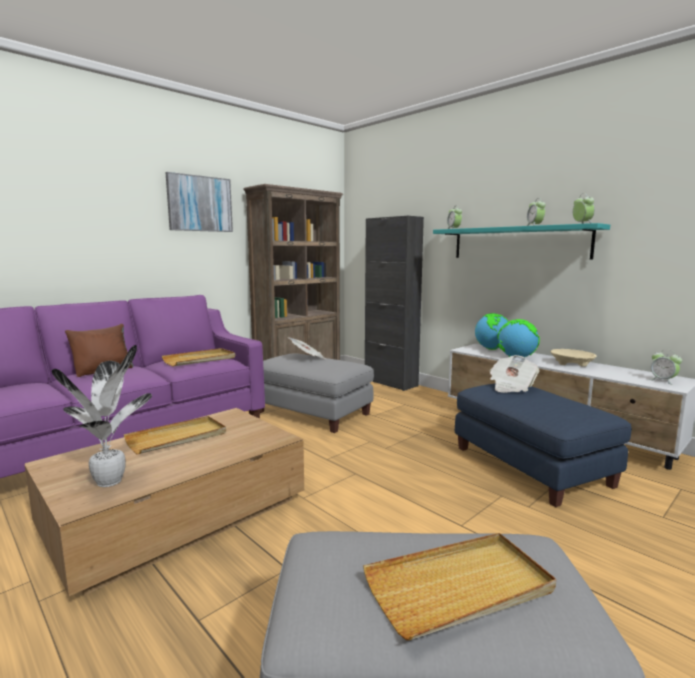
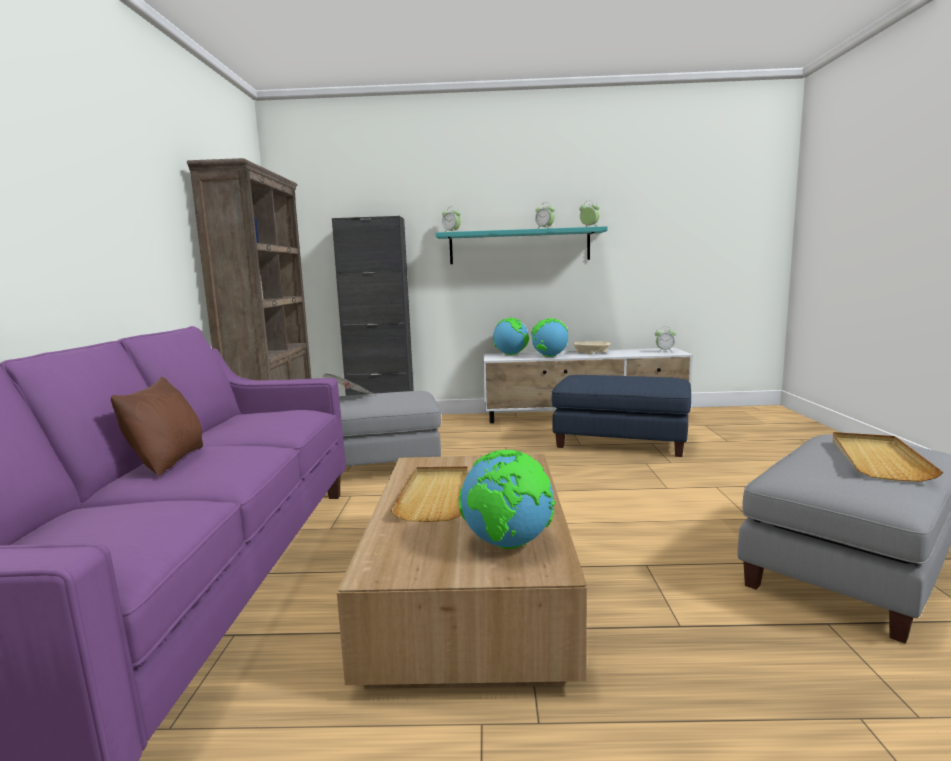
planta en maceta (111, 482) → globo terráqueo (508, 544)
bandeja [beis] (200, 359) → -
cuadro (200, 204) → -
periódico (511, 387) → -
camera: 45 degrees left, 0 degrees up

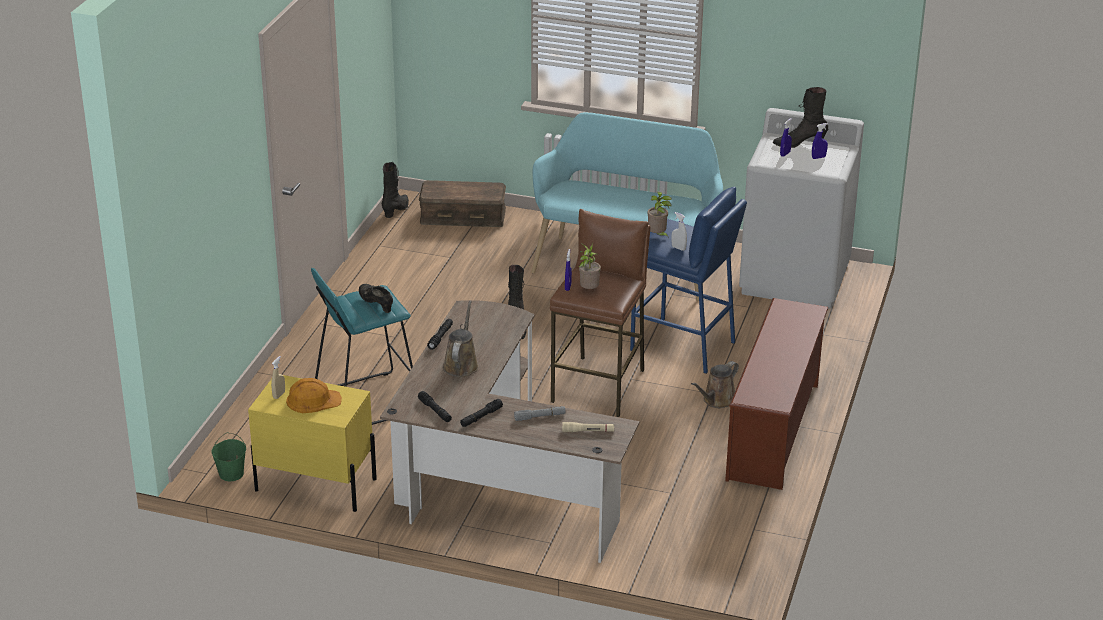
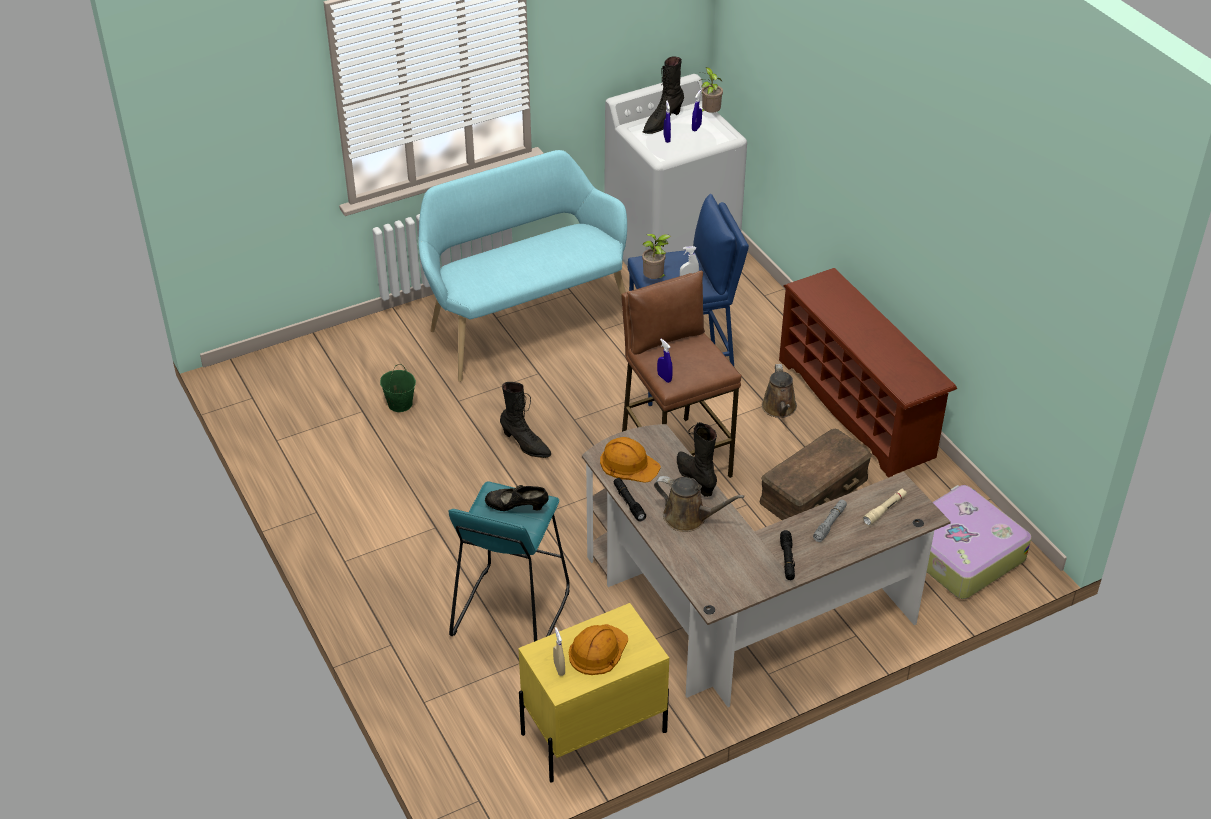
cubo [verde] (231, 474) → cubo [verde] (399, 404), moved
bota [negro] (396, 210) → bota [negro] (695, 479), moved
linterna [negro] (435, 411) → -
caja de almacenaje [marrón] (463, 215) → caja de almacenaje [marrón] (813, 489), moved
regadera [marrón] (461, 364) → regadera [marrón] (689, 518), 150 degrees clockwise
planta en maceta (588, 290) → planta en maceta (709, 114), moved
- → casco [naranja] (629, 464)
- → maleta (959, 553)
camera: 45 degrees left, 10 degrees up

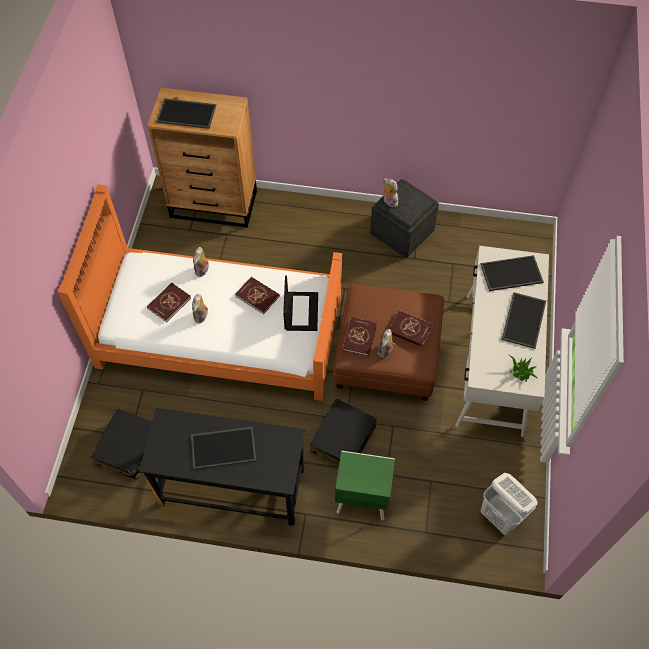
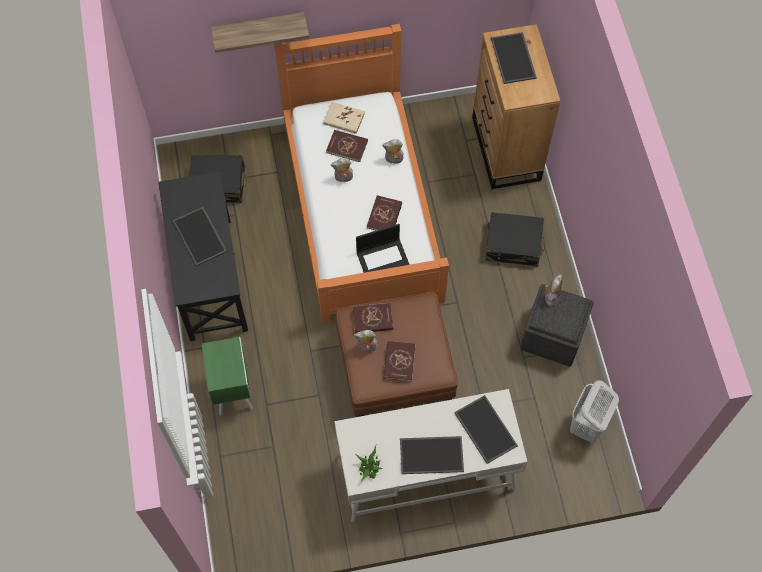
maleta [negro] (343, 439) → maleta [negro] (513, 244), moved
cesto de la ropa [blanco] (500, 517) → cesto de la ropa [blanco] (586, 426), moved
- → estante (259, 28)
- → libro [beis] (344, 119)
camera: 70 degrees right, 5 degrees up

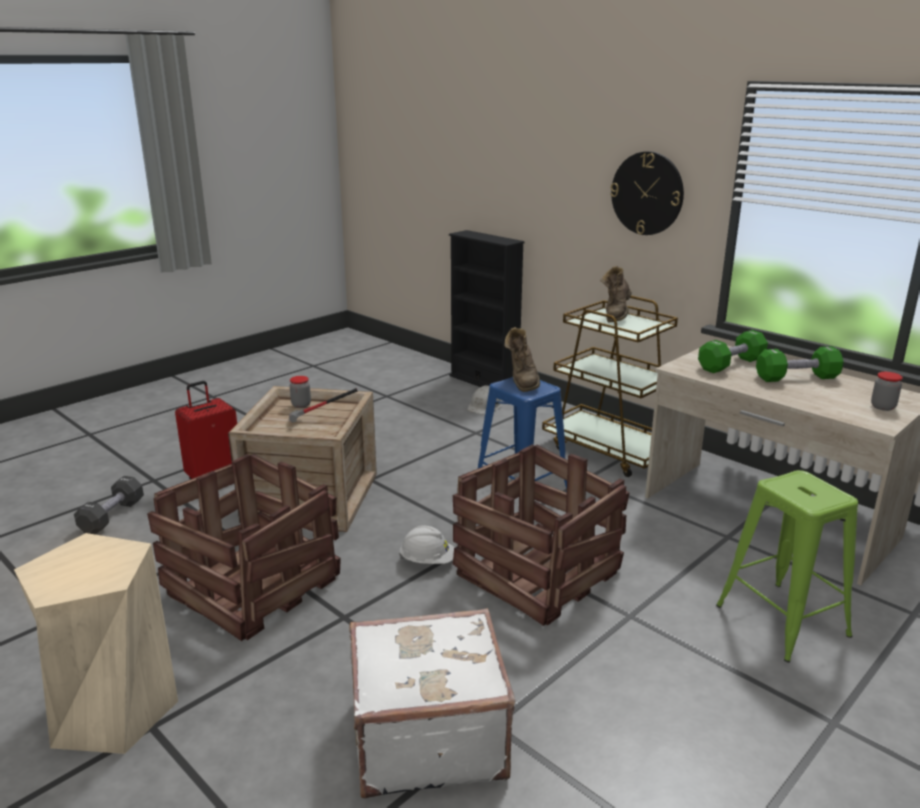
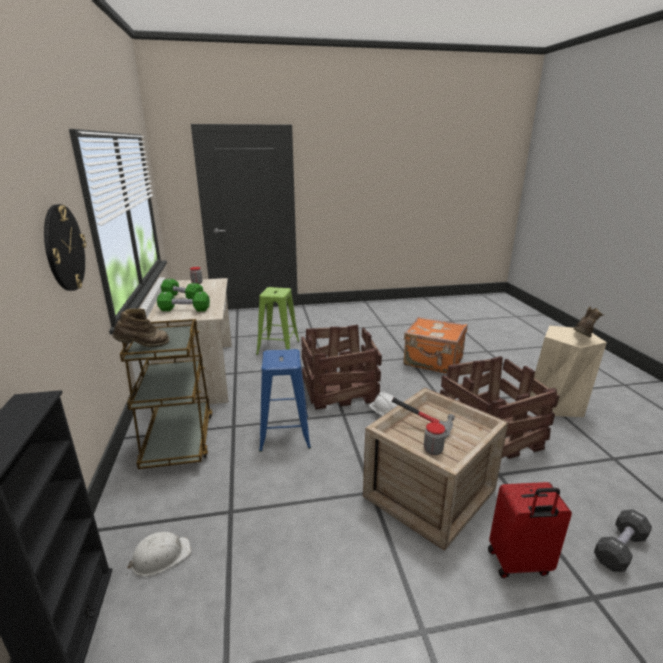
maleta [blanco] (426, 737) → maleta [naranja] (433, 362)
bota [marrón] (522, 382) → bota [marrón] (582, 339), moved
camera: 145 degrees left, 0 degrees up

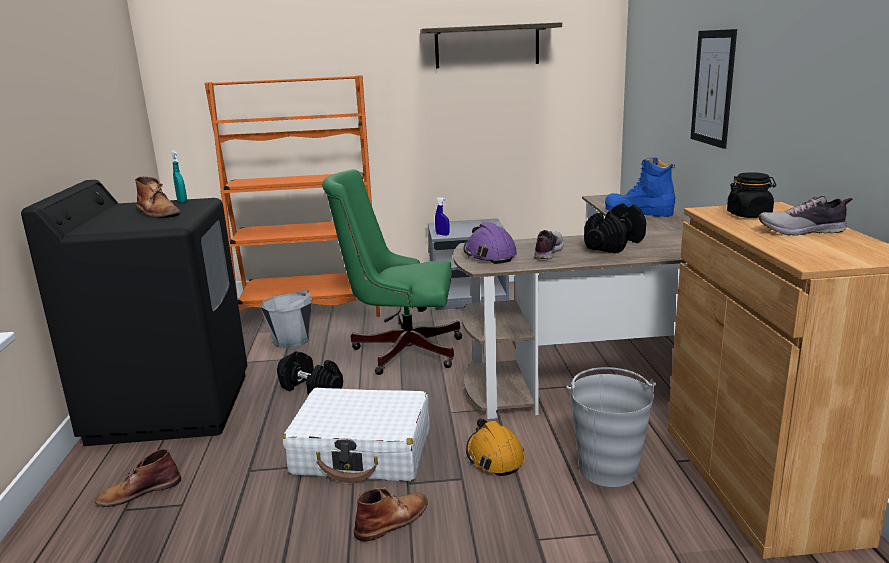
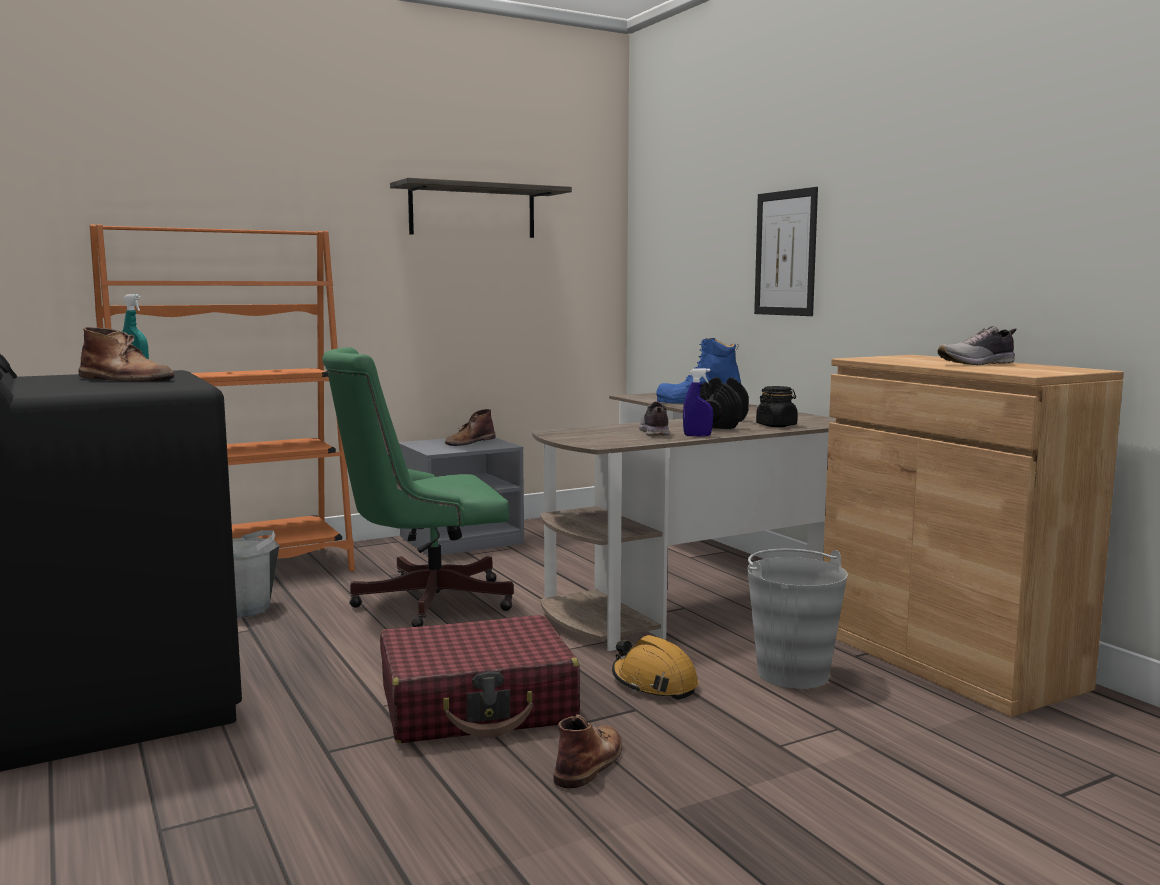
bota [marrón] (139, 491) → bota [marrón] (469, 442), moved
mancuerna [negro] (311, 388) → -
maleta [blanco] (363, 452) → maleta [rojo] (478, 705)
pulverizador [azul] (442, 234) → pulverizador [azul] (697, 436), moved
casco [morado] (489, 255) → -
tarro [negro] (749, 215) → tarro [negro] (776, 425), moved
camera: 25 degrees left, 10 degrees down

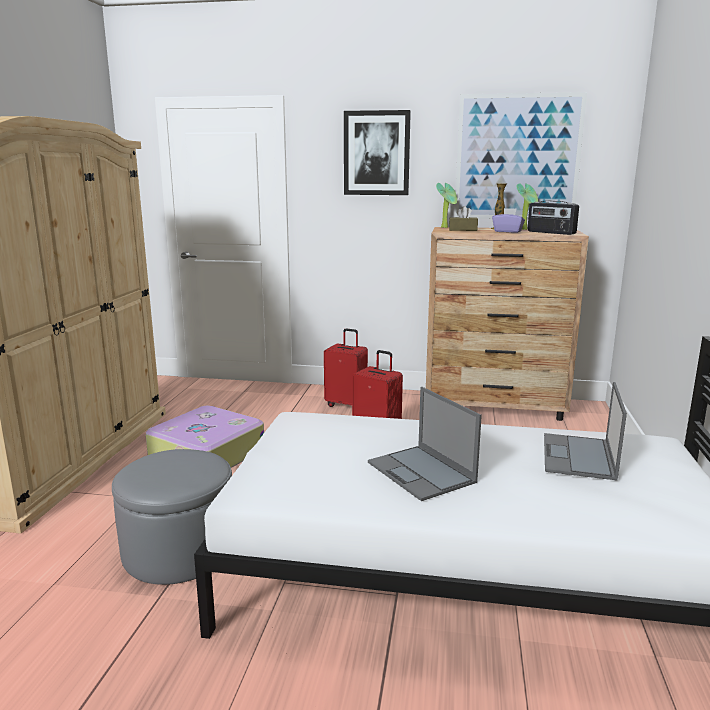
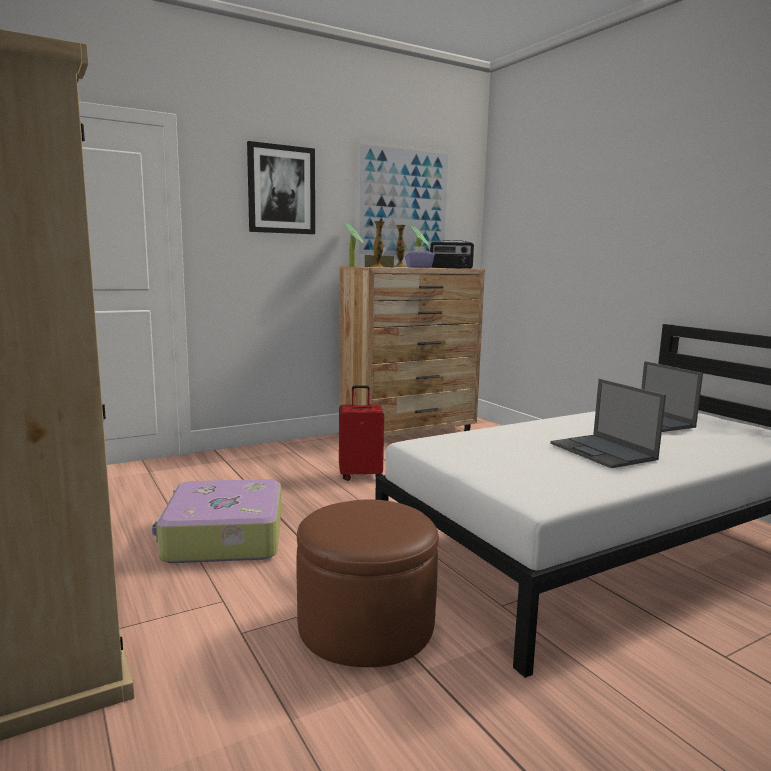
puf [gris] (179, 550) → puf [marrón] (366, 625)
maleta [rojo] (347, 404) → -
portátil (422, 473) → portátil (603, 452), 45 degrees clockwise
- → florero (377, 267)
camera: 40 degrees left, 5 degrees down

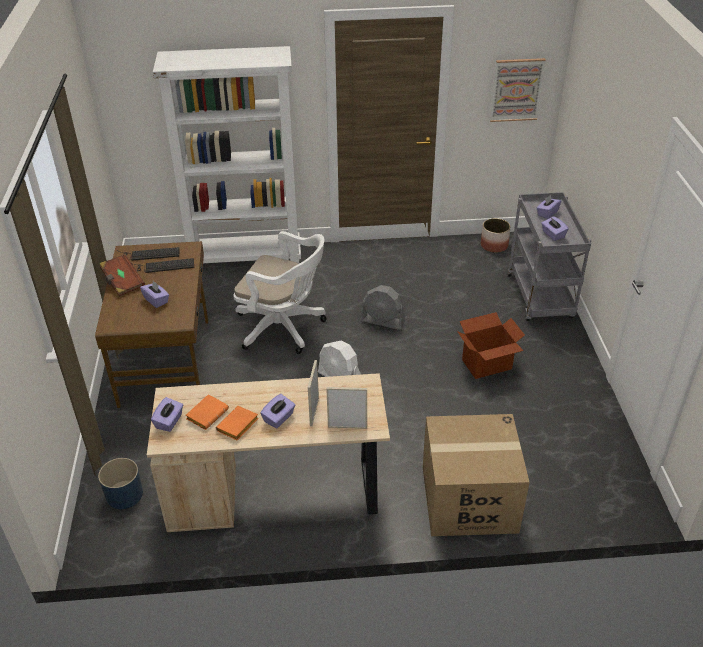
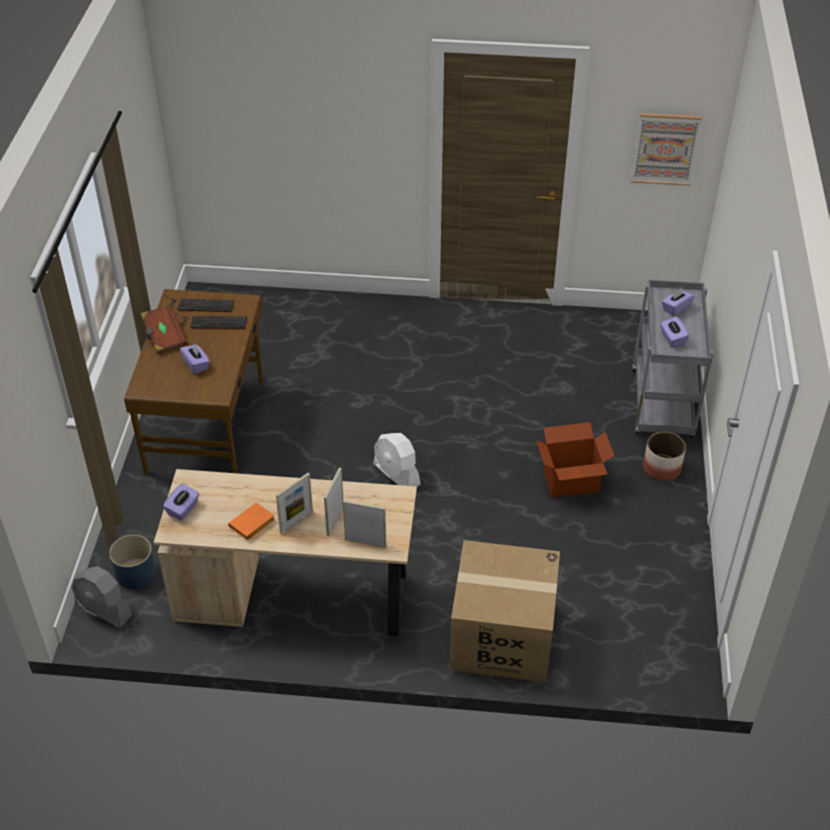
estantería [blanco] (246, 260) → -
libro [naranja] (207, 414) → -
silla de oficina [blanco] (284, 328) → -
caja de pañuelos [morado] (279, 418) → portarretratos (296, 522)
ventilador [gris] (382, 321) → ventilador [gris] (103, 610), moved
maceta (494, 245) → maceta (662, 468), moved
camera: 10 degrees right, 5 degrees up

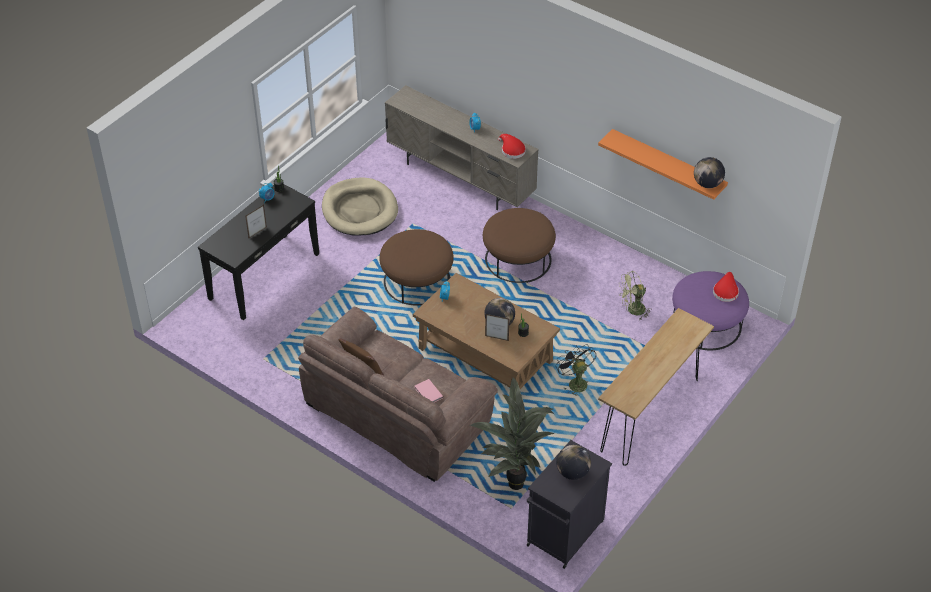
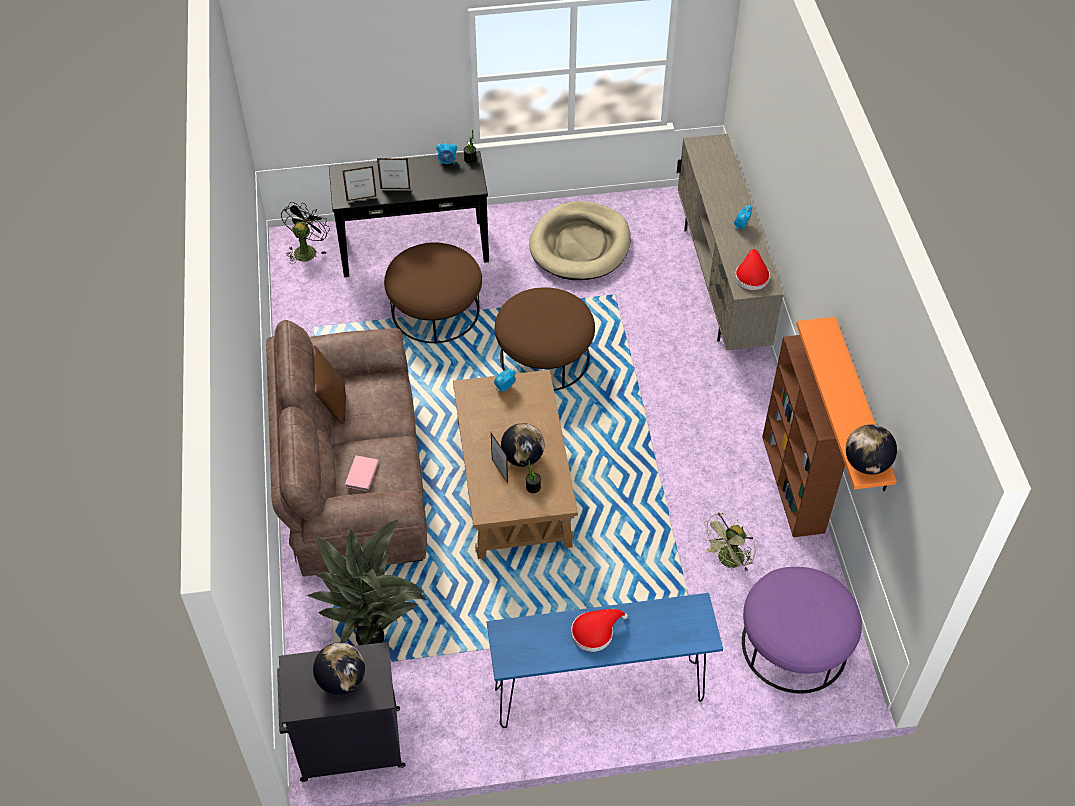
puf [marrón] (518, 259) → puf [marrón] (435, 310), moved
ventilador [negro] (575, 382) → ventilador [negro] (306, 250), moved
mesa consola [marrón] (650, 415) → mesa consola [azul] (599, 694)
ventilador [verde] (632, 310) → ventilador [verde] (728, 561), 75 degrees counterclockwise
sombrero [rojo] (725, 291) → sombrero [rojo] (595, 632), moved
- → portarretratos (361, 198)
- → estantería [marrón] (793, 485)
camera: 45 degrees right, 5 degrees up

